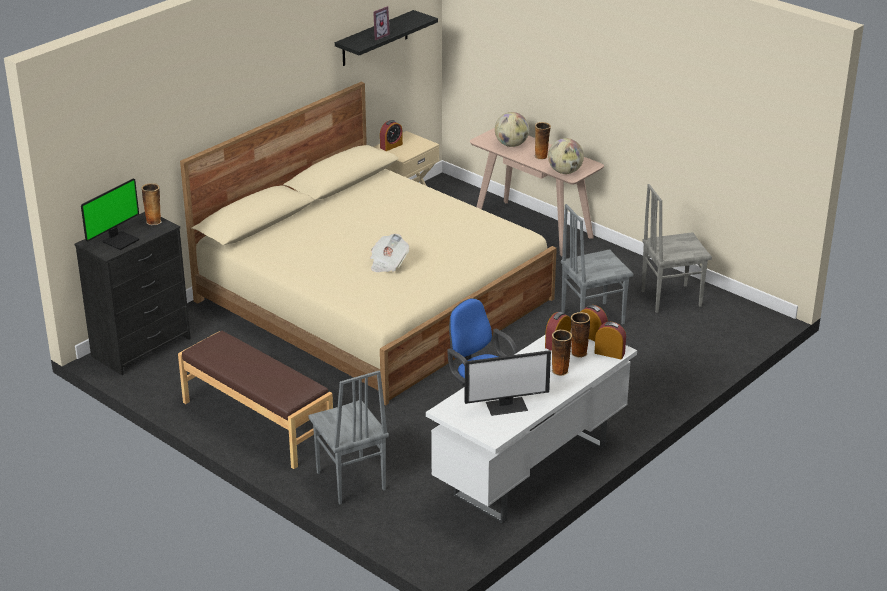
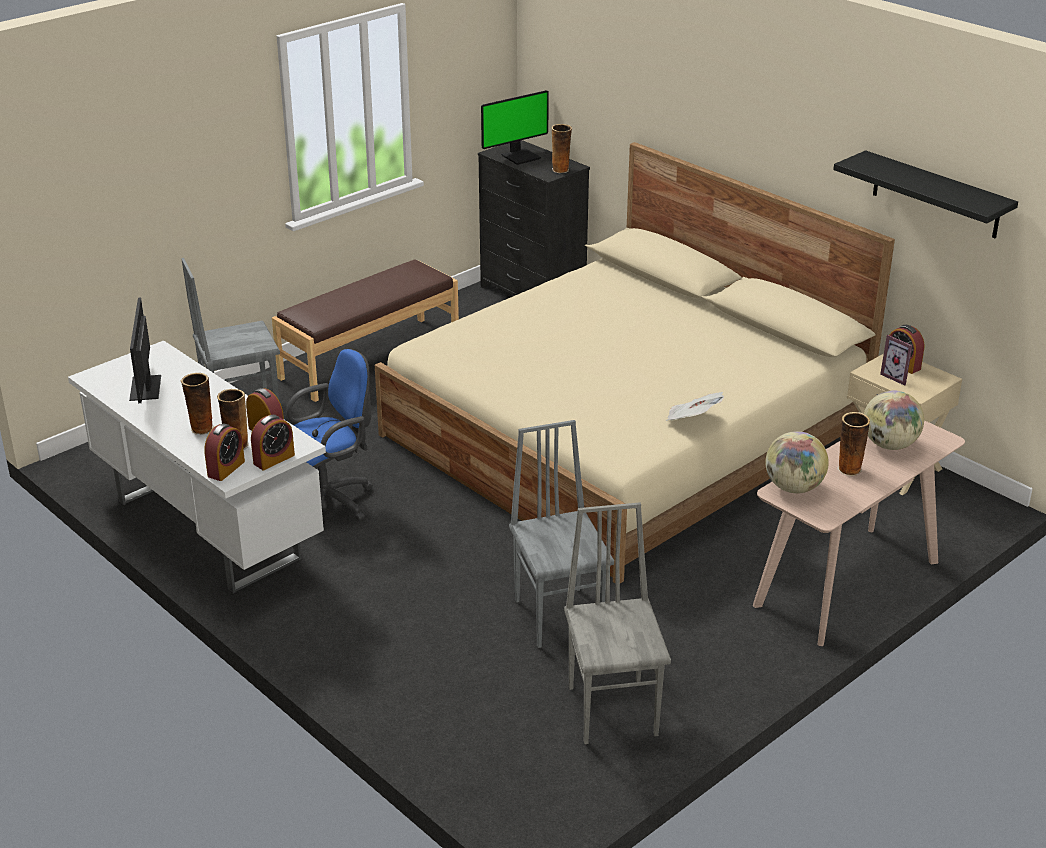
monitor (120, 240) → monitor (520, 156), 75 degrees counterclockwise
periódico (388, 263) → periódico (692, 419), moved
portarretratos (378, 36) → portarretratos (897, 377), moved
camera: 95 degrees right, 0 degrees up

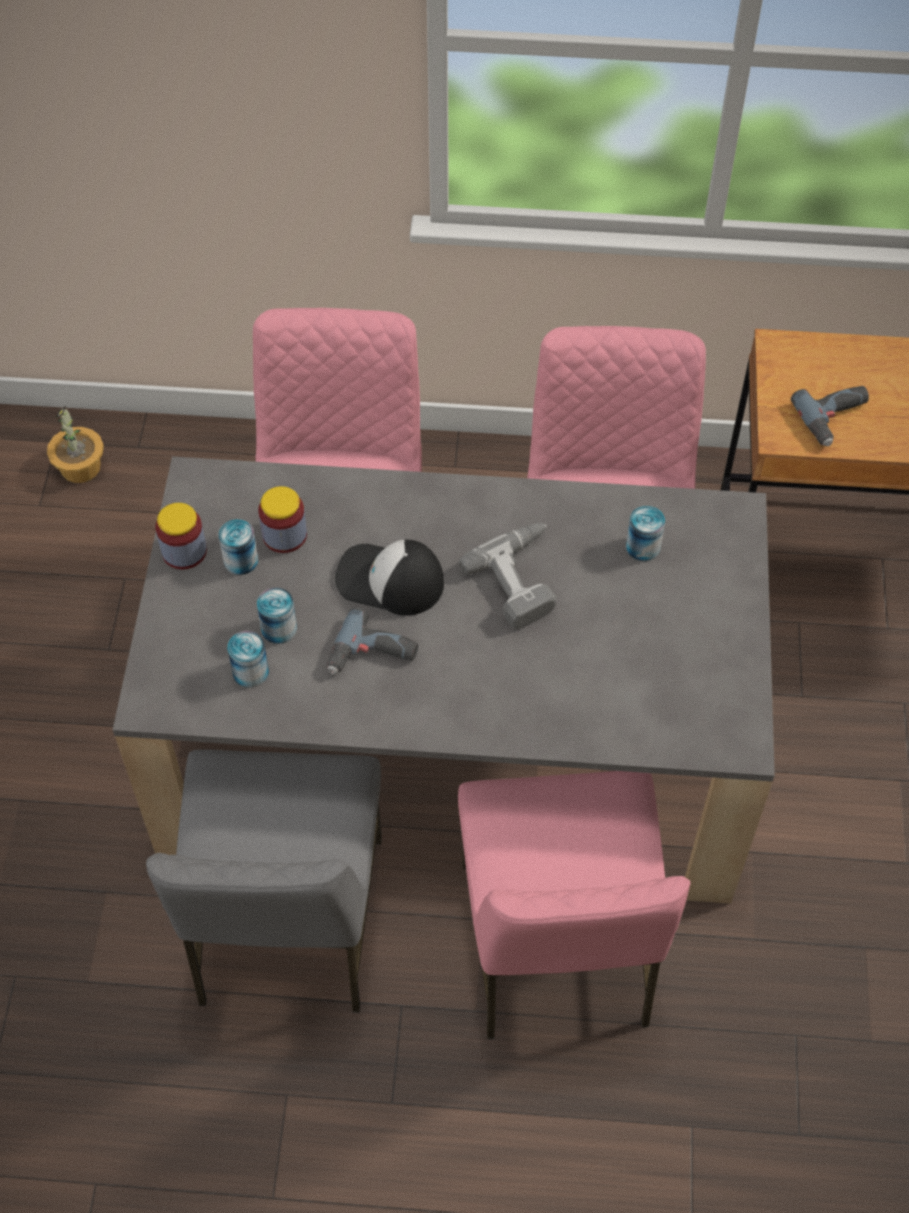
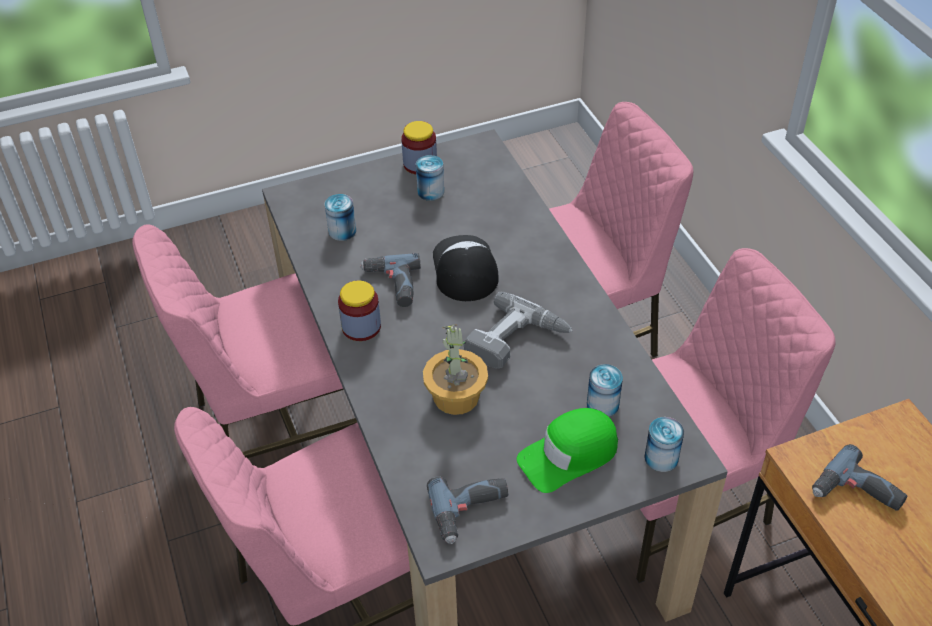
planta en maceta (81, 467) → planta en maceta (456, 397), moved
silla [gris] (287, 923) → silla [rosa] (278, 423)
lata (279, 628) → lata (661, 458), moved
tarro (284, 535) → tarro (361, 327), moved
- → taladro (471, 512)
- → gorra [verde] (569, 455)
camera: 65 degrees right, 10 degrees down

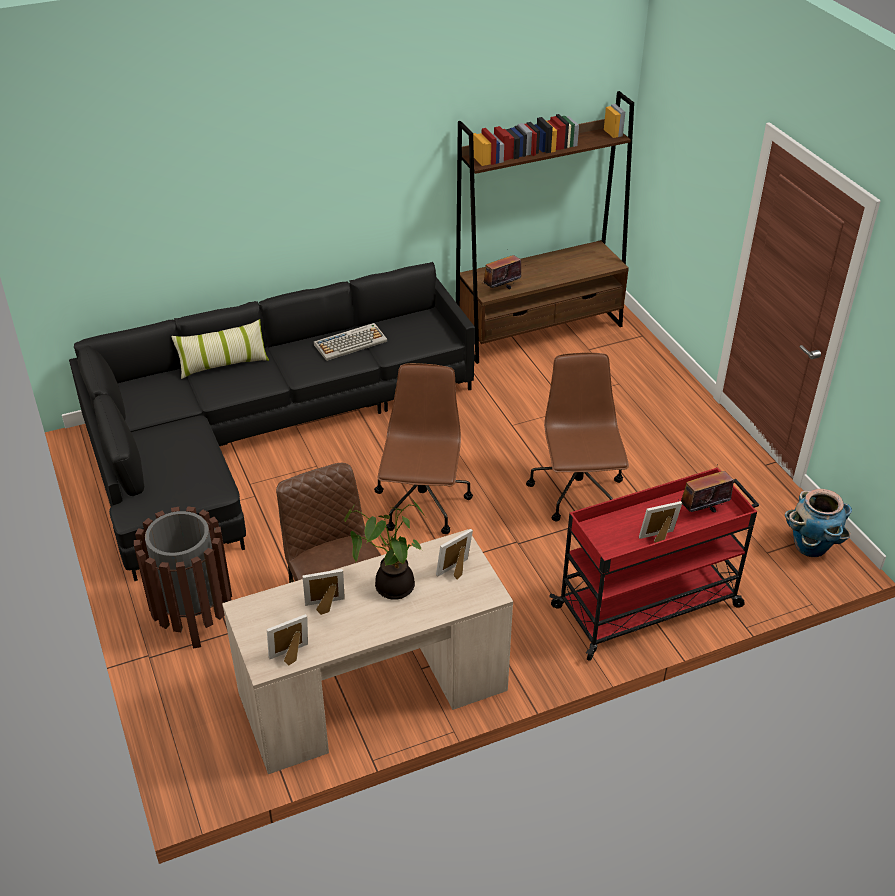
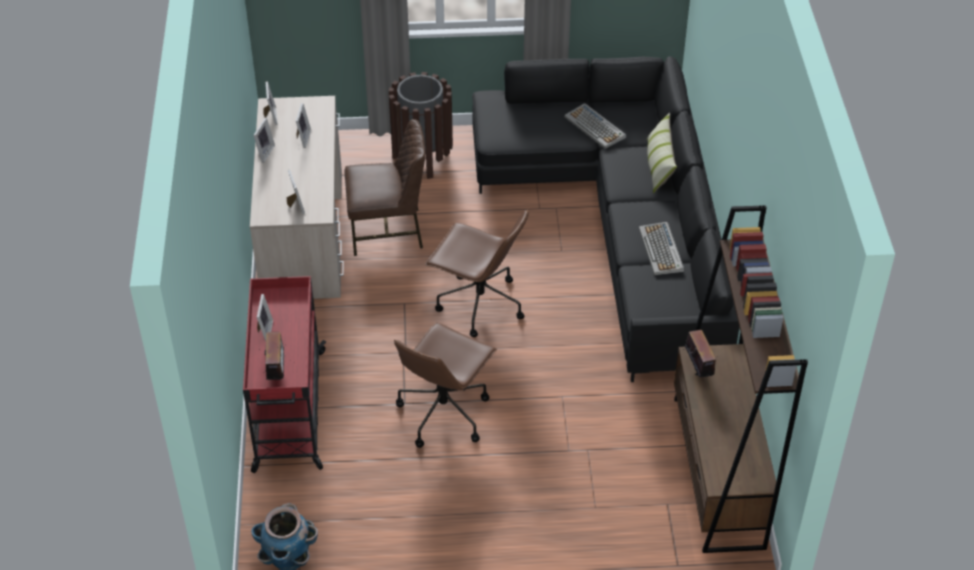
planta en maceta (391, 586) → -
silla de oficina [marrón] (577, 493) → silla de oficina [marrón] (444, 412), 105 degrees clockwise
- → portarretratos (263, 153)
- → teclado (595, 127)
camera: 110 degrees right, 5 degrees up

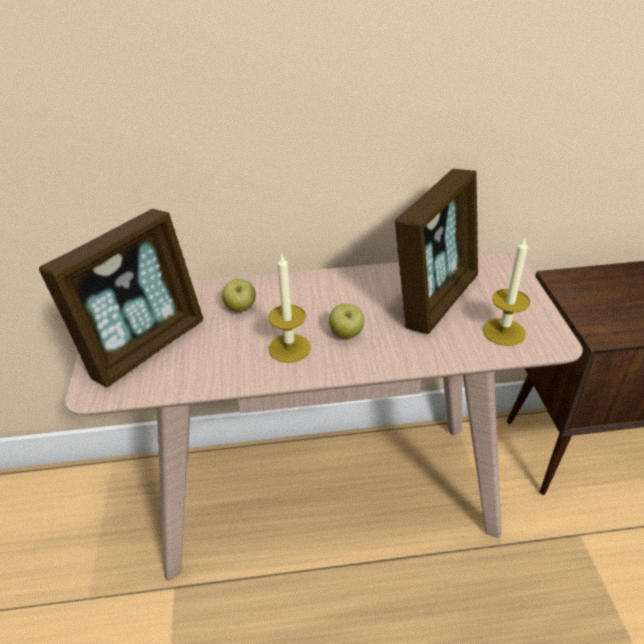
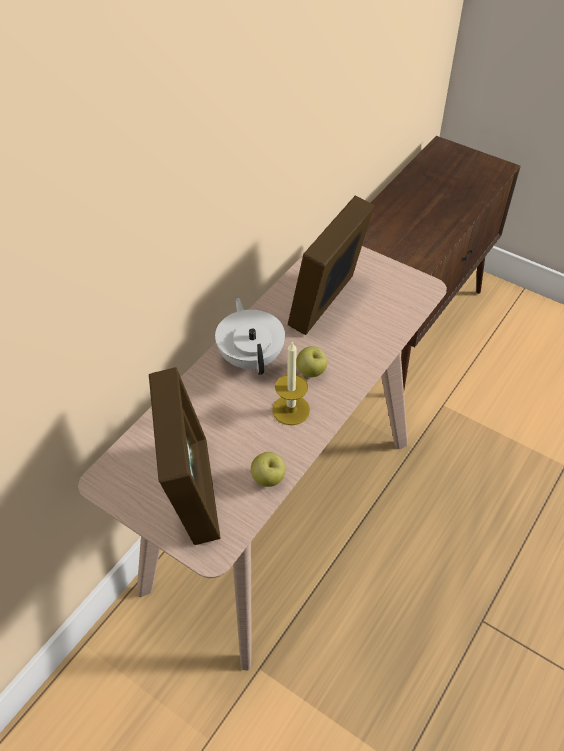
manzana (241, 308) → manzana (268, 479), moved
portarretratos (435, 298) → portarretratos (327, 304), 135 degrees counterclockwise
vela (504, 332) → -
- → tetera [blanco] (251, 357)
camera: 50 degrees left, 10 degrees up

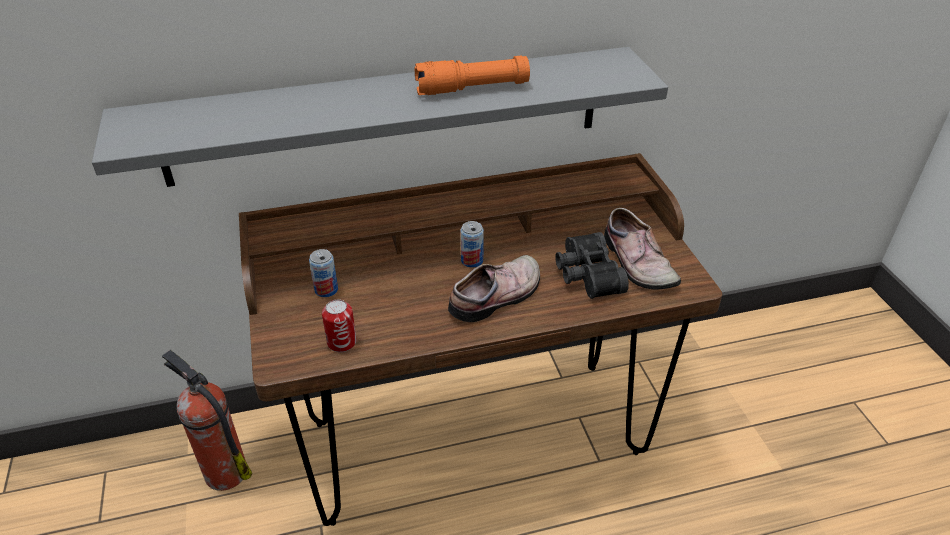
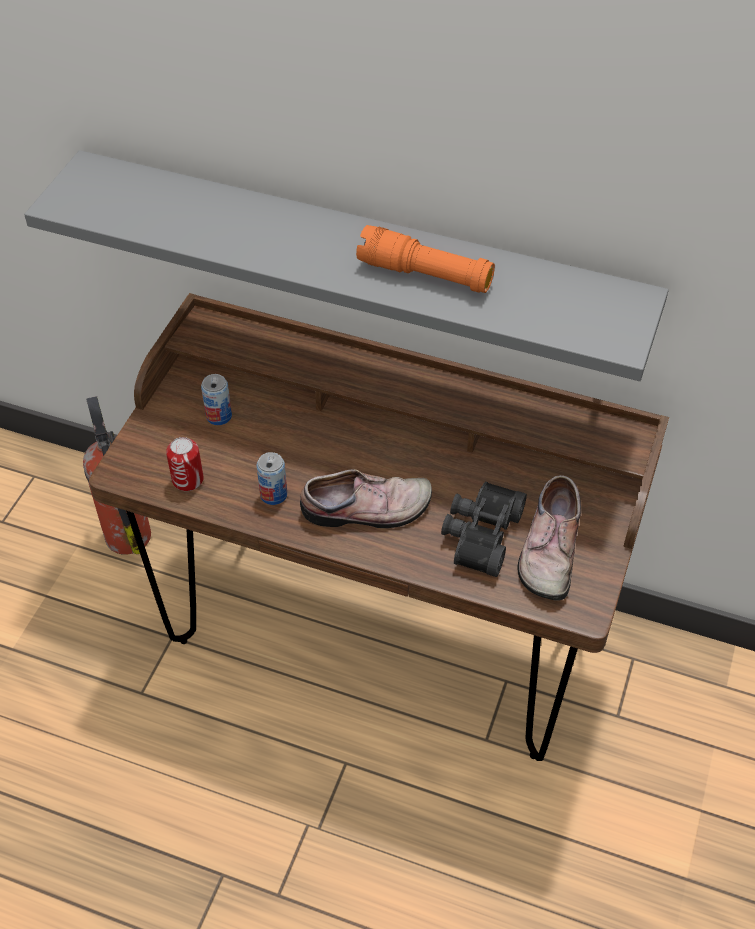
lata (472, 261) → lata (273, 494), moved
camera: 35 degrees right, 10 degrees up

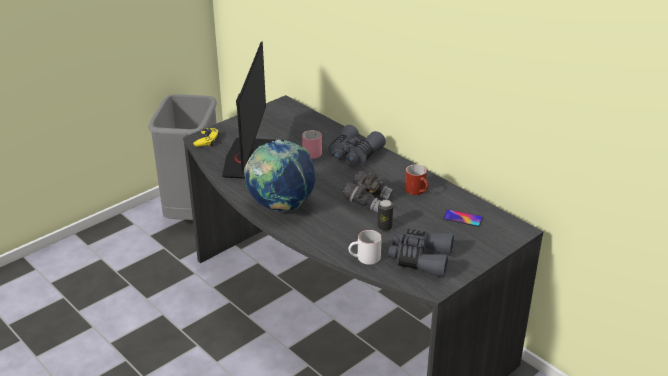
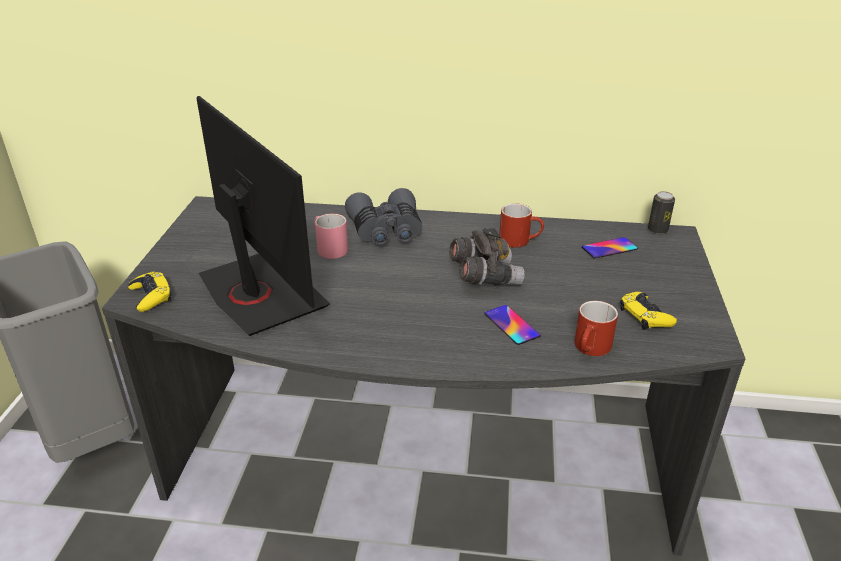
globo terráqueo (281, 206) → -
taza grande [blanco] (364, 259) → taza grande [rojo] (591, 349)
lata (384, 227) → lata (657, 230), moved
prismáticos [gris] (420, 259) → mando de consola [amarillo] (645, 316)
- → móvil (511, 325)
camera: 40 degrees left, 0 degrees up

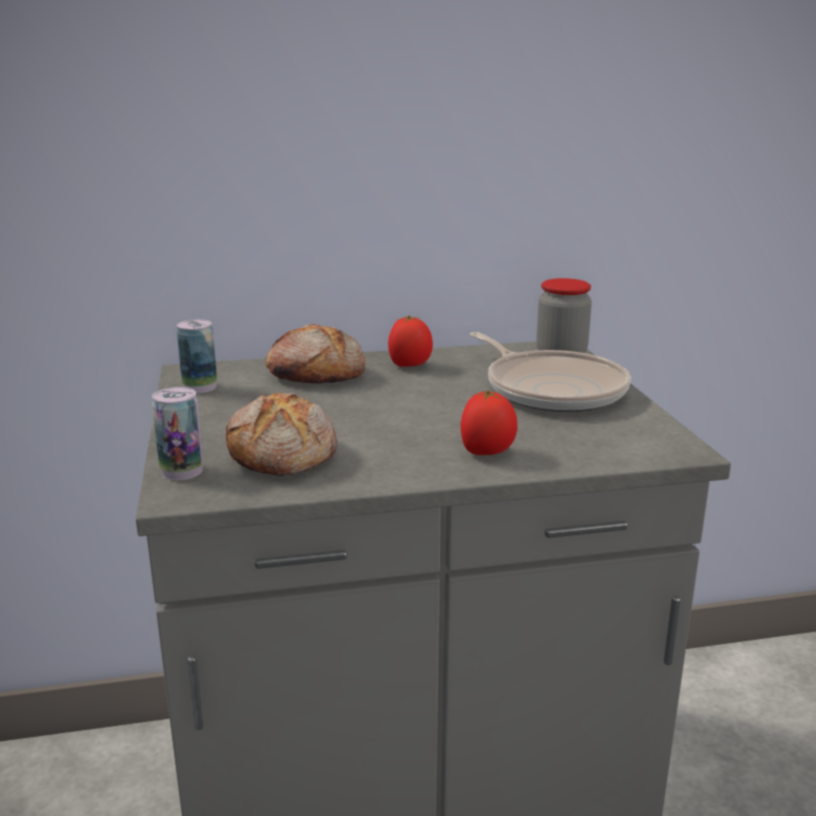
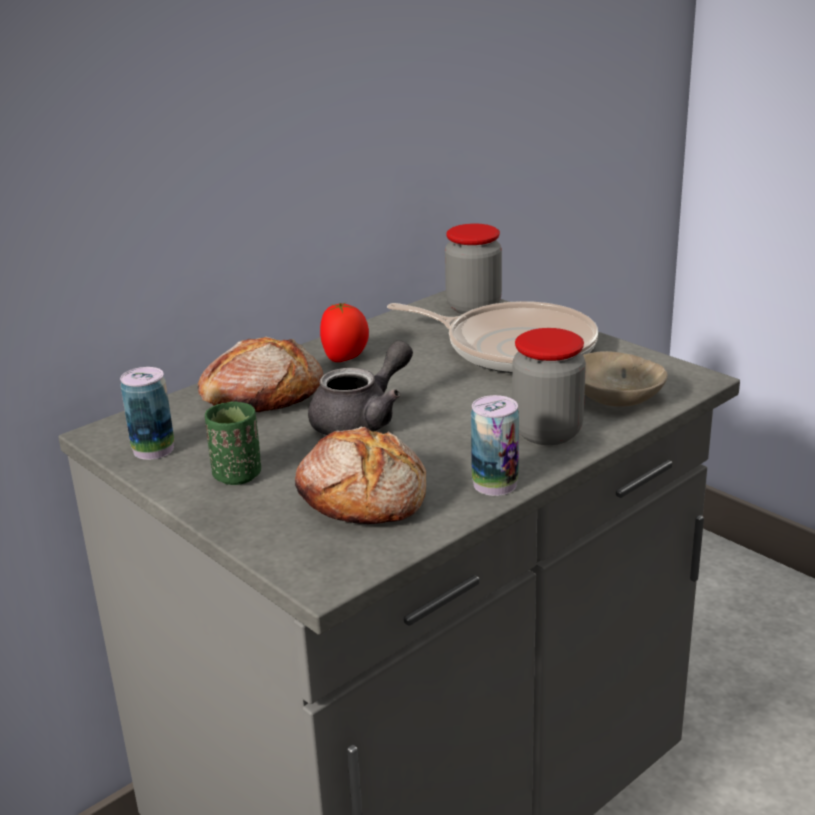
lata (182, 471) → lata (495, 484), moved
tomate (487, 453) → tarro (547, 433)
- → taza [verde] (237, 475)
- → tetera [gris] (363, 420)
- → cuenco [beis] (613, 398)
camera: 30 degrees left, 5 degrees up

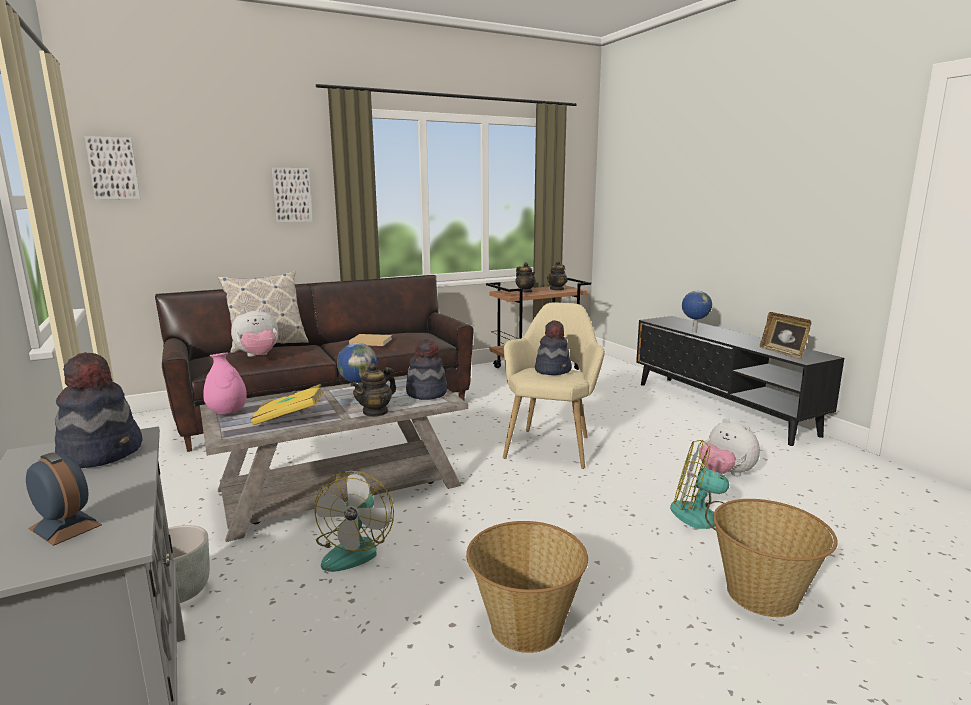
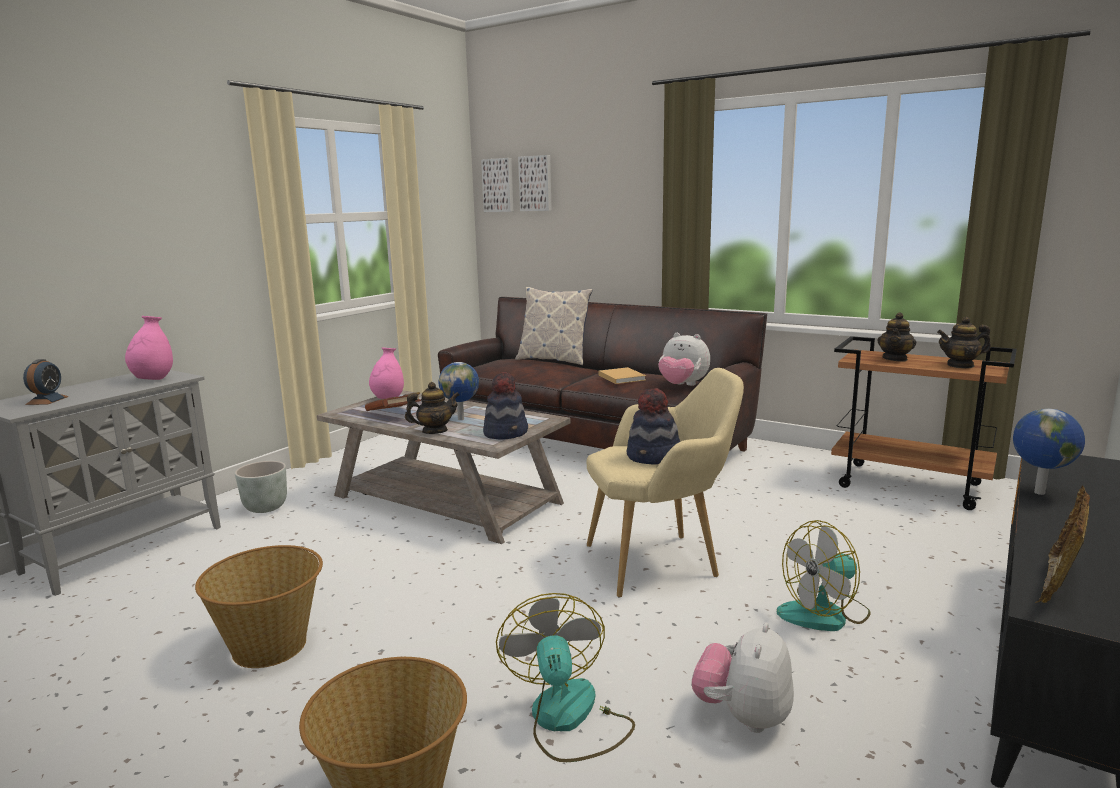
sombrero (102, 452) → florero [rosa] (153, 379)
peluche (258, 356) → peluche (682, 385), moved
libro [amarillo] (289, 417) → libro [marrón] (394, 414)
cuadro (292, 195) → cuadro (536, 183), moved
ventilador (355, 549) → ventilador (824, 614), moved
tetera (375, 412) → tetera (434, 431), 150 degrees clockwise
camera: 60 degrees right, 0 degrees up

